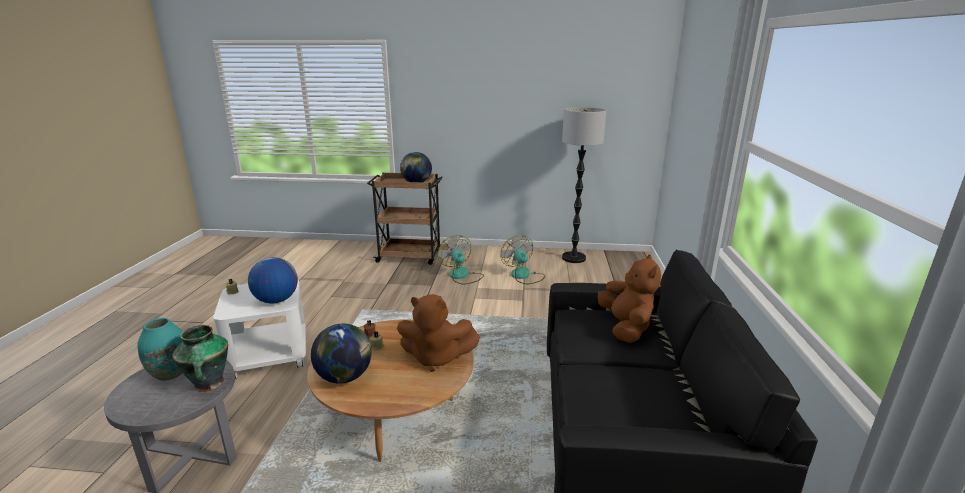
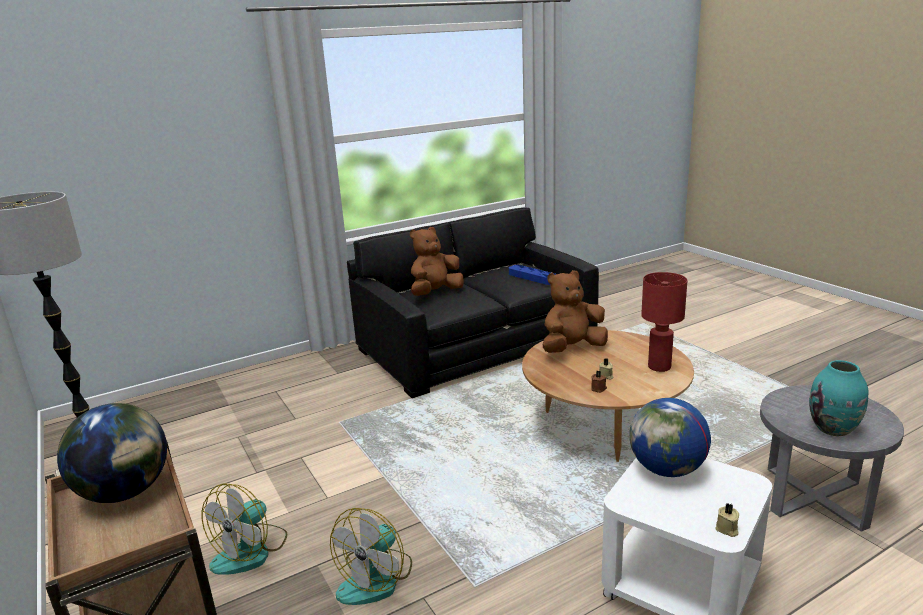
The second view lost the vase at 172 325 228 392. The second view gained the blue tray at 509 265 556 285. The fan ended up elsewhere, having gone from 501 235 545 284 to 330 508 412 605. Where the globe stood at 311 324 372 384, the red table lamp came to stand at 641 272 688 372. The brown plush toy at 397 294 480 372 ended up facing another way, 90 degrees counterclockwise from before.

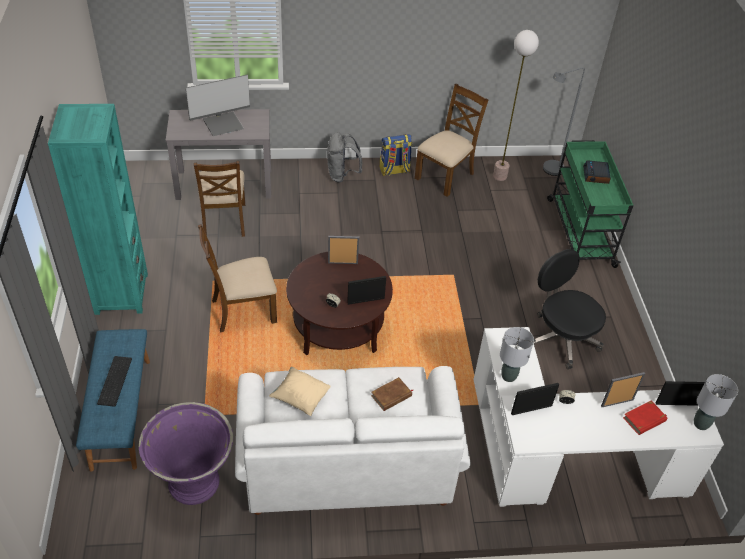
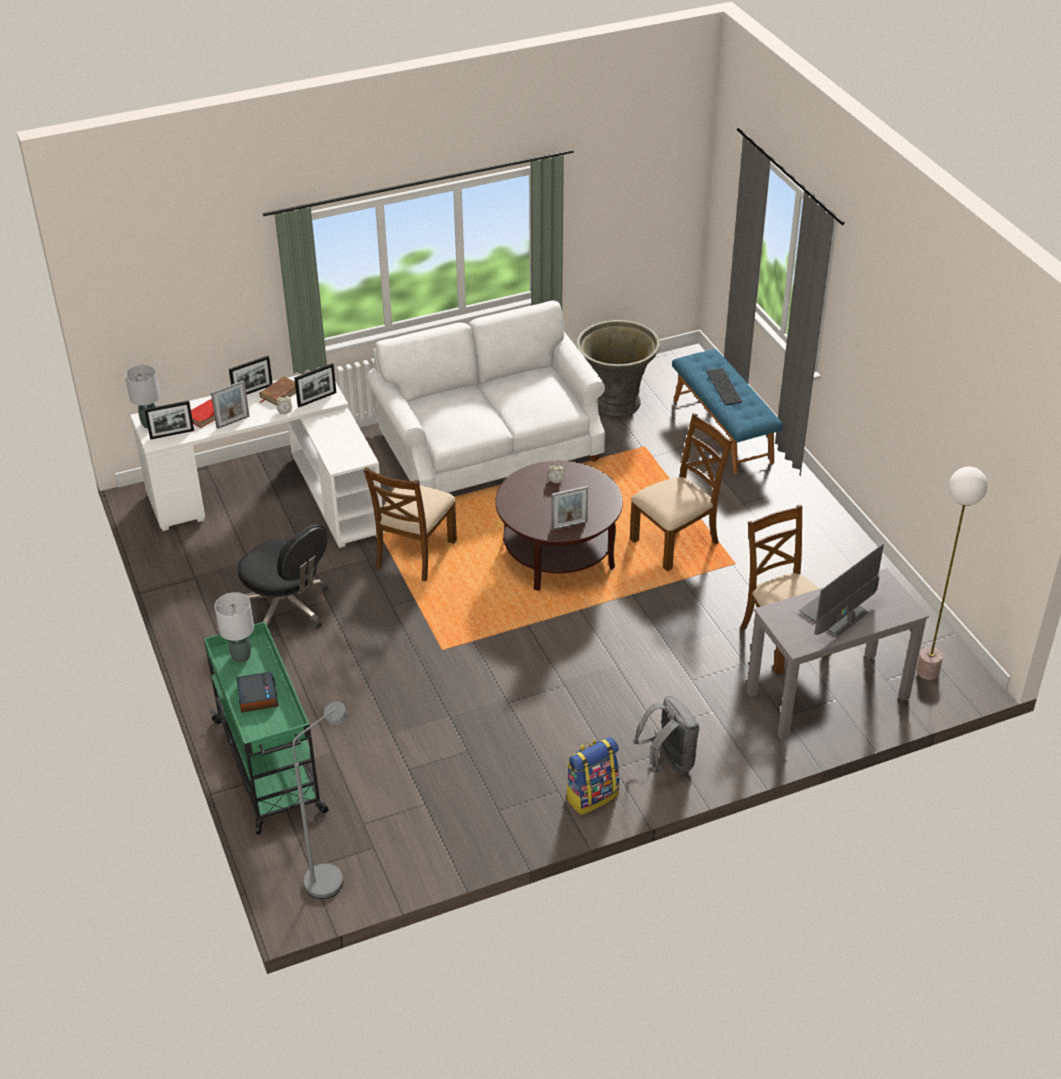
The second view lost the turquoise bookcase at 48 104 148 315. The second view lost the beige pillow at 269 367 331 416. The picture frame ended up elsewhere, having gone from 347 276 386 305 to 229 356 273 395. The brown book ended up elsewhere, having gone from 371 377 414 411 to 259 376 296 406. The brown chair ended up elsewhere, having gone from 415 84 489 197 to 364 467 457 582. The floor lamp ended up elsewhere, having gone from 493 30 539 181 to 916 467 988 680. The grey table lamp ended up elsewhere, having gone from 500 327 534 382 to 215 592 254 663. What was the purple planter at 139 402 233 505 turned into the grey planter at 577 320 660 416.

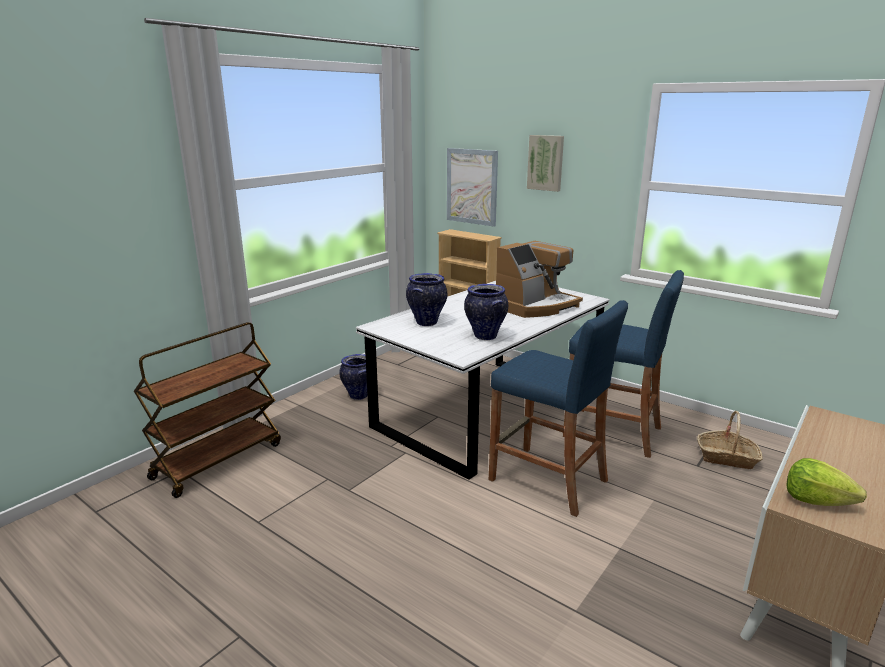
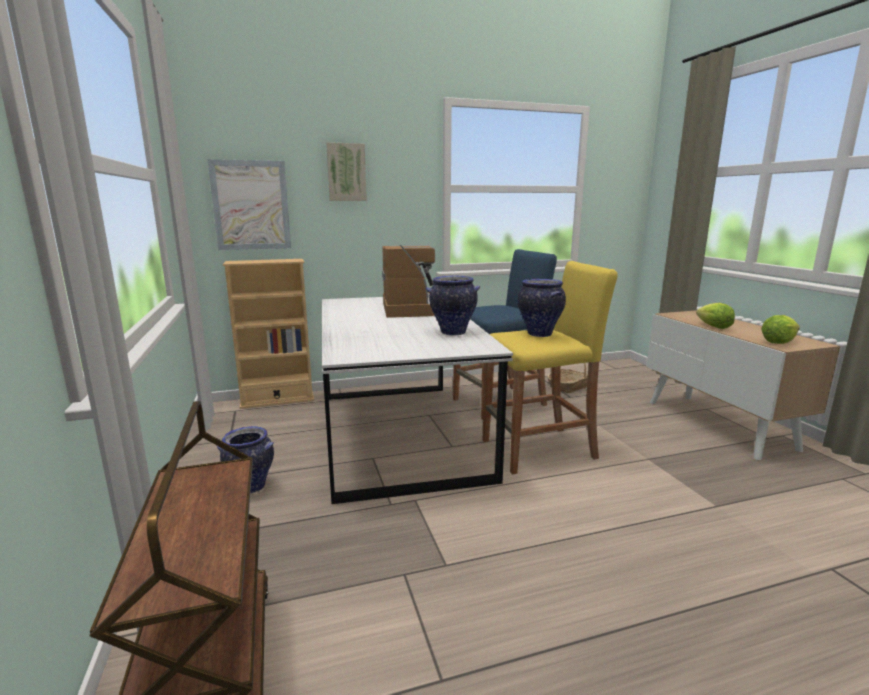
The second view gained the lettuce at 696 303 735 329. The vase ended up elsewhere, having gone from 406 273 448 326 to 518 279 566 337. What was the blue stool at 489 300 628 517 turned into the yellow stool at 483 261 617 474.

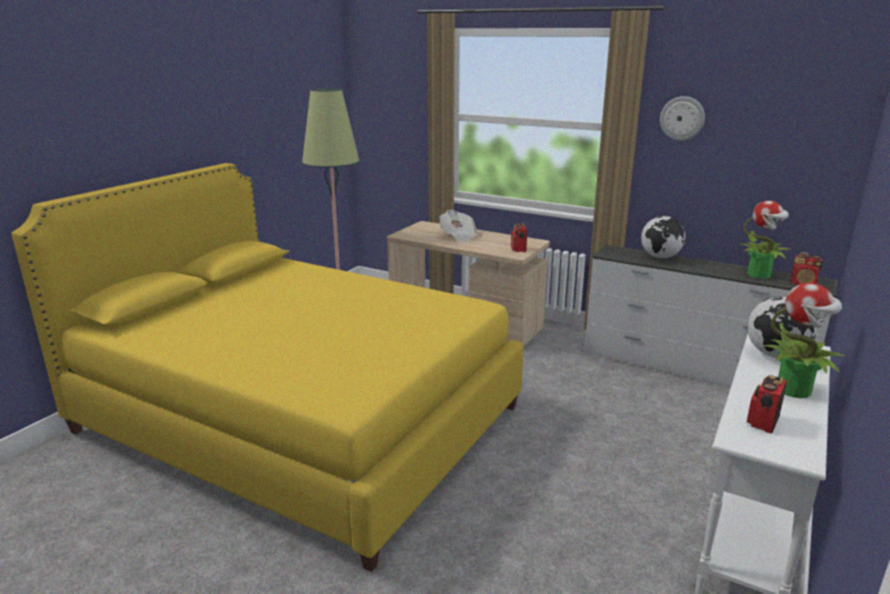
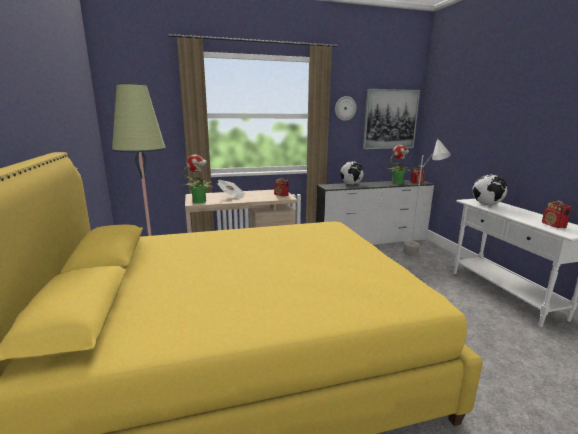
The second view gained the picture at 363 89 420 149. The second view gained the grey floor lamp at 403 138 451 256. The potted plant ended up elsewhere, having gone from 764 283 846 398 to 183 155 212 203.

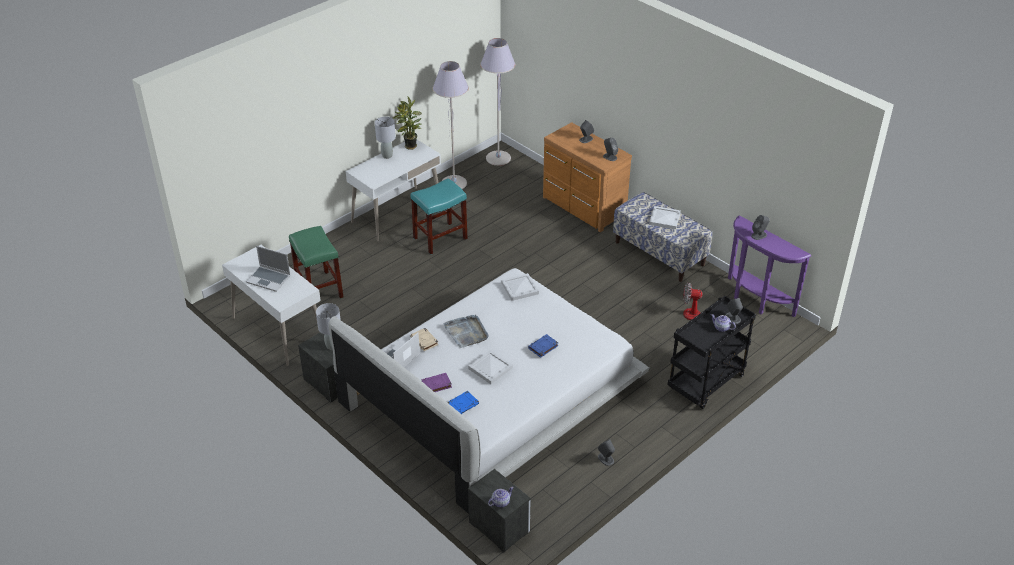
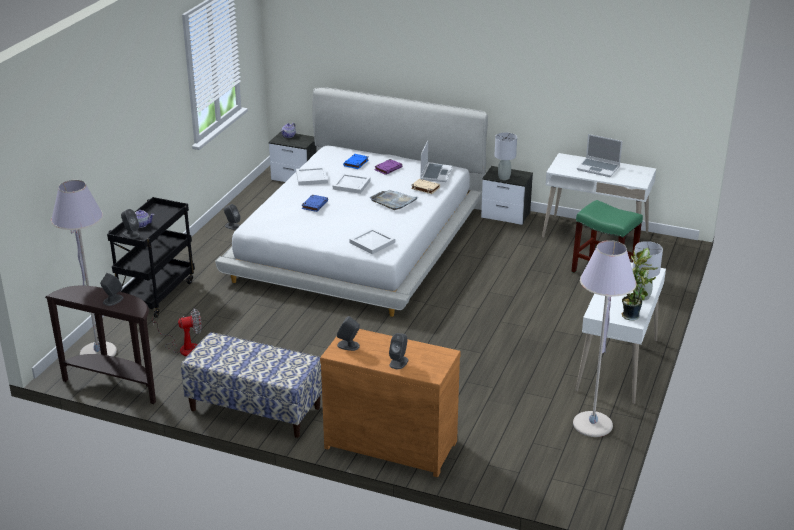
The second view lost the turquoise stool at 411 178 468 255. The grey floor lamp ended up elsewhere, having gone from 480 38 516 166 to 51 180 117 357. The white tray ended up elsewhere, having gone from 649 206 681 229 to 296 167 328 185. What was the purple console table at 728 215 811 317 turned into the brown console table at 45 286 156 404. The laptop at 246 246 291 292 ended up facing another way, 150 degrees counterclockwise from before.

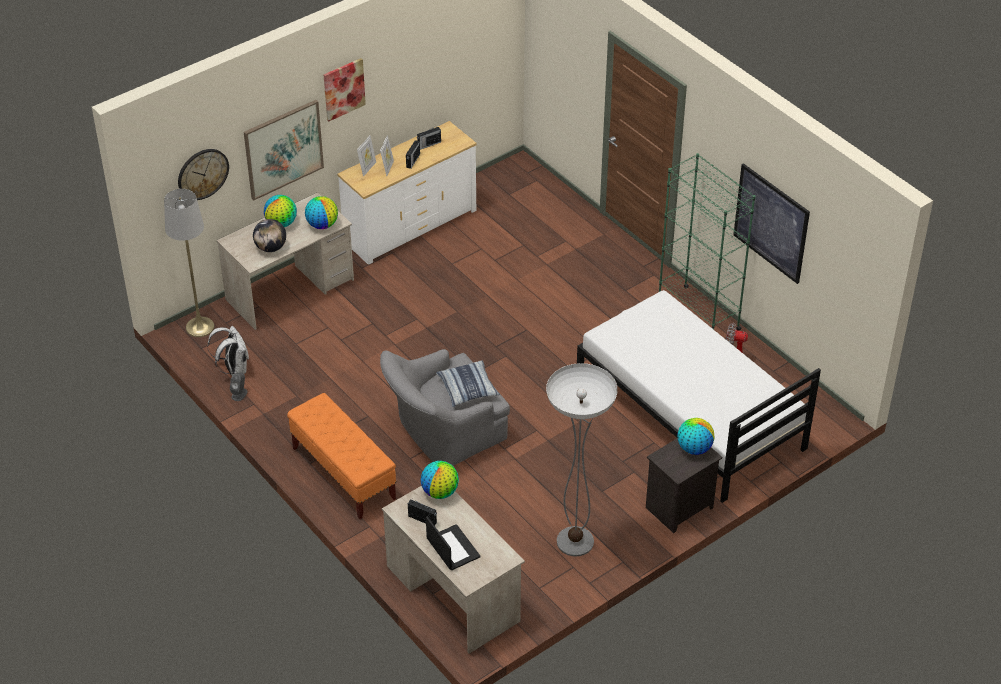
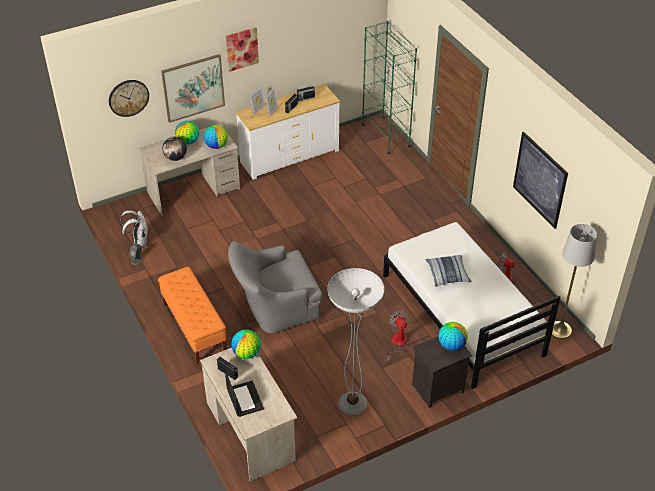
The second view gained the fan at 385 311 408 363. The grey floor lamp ended up elsewhere, having gone from 164 189 214 337 to 552 224 597 339. The pillow ended up elsewhere, having gone from 436 360 500 407 to 426 255 472 287. The green bookcase ended up elsewhere, having gone from 659 153 756 331 to 362 21 417 155.

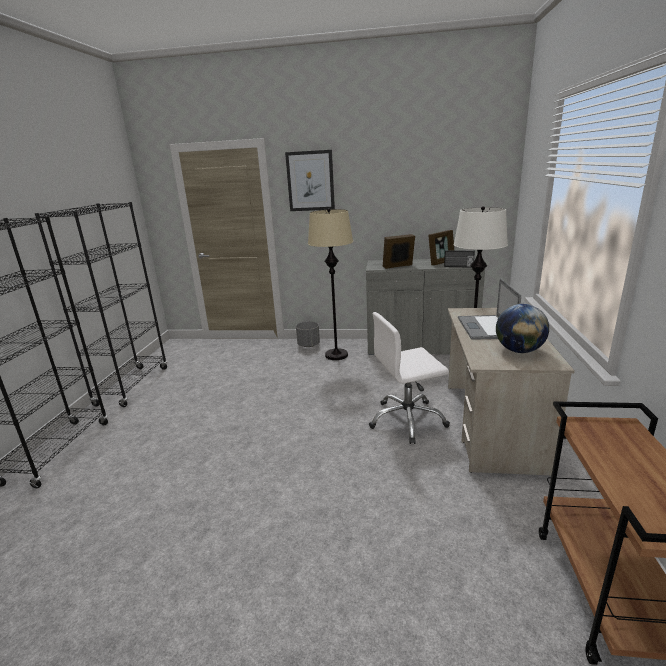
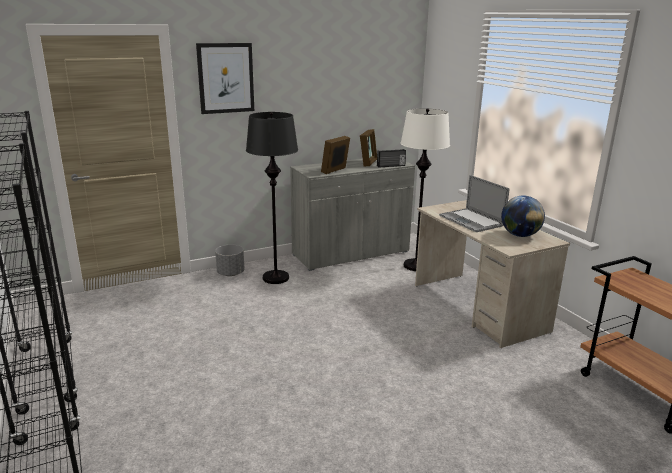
The second view lost the white office chair at 369 312 450 444. What was the beige floor lamp at 308 209 353 360 turned into the black floor lamp at 246 112 298 284.

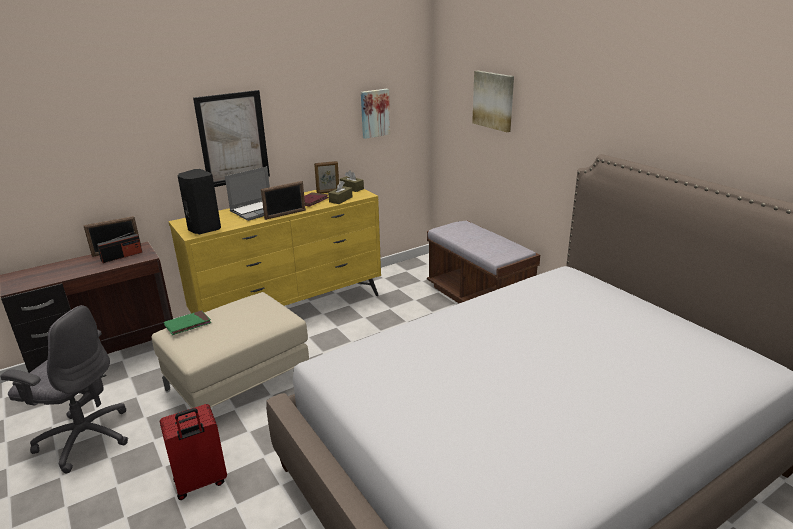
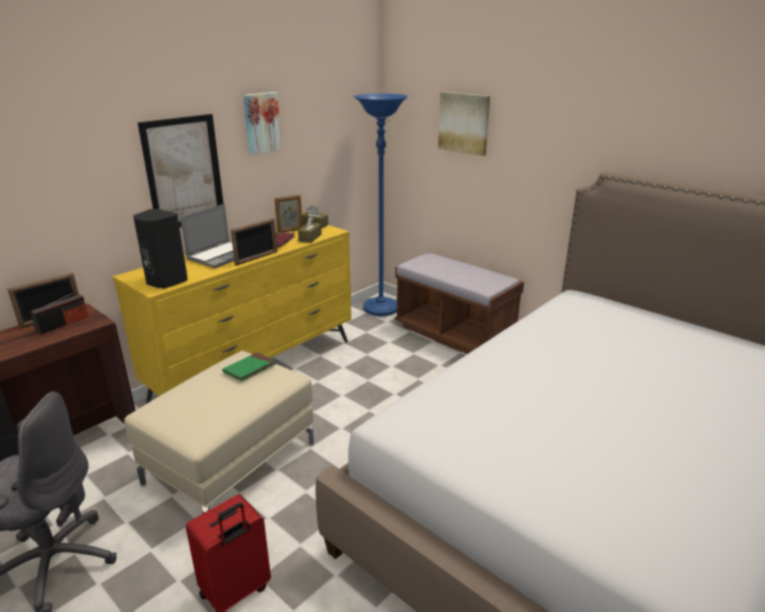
The second view gained the blue floor lamp at 354 93 408 316. The green book ended up elsewhere, having gone from 164 310 211 335 to 222 352 276 382. The picture ended up elsewhere, having gone from 361 89 390 139 to 243 92 282 155.

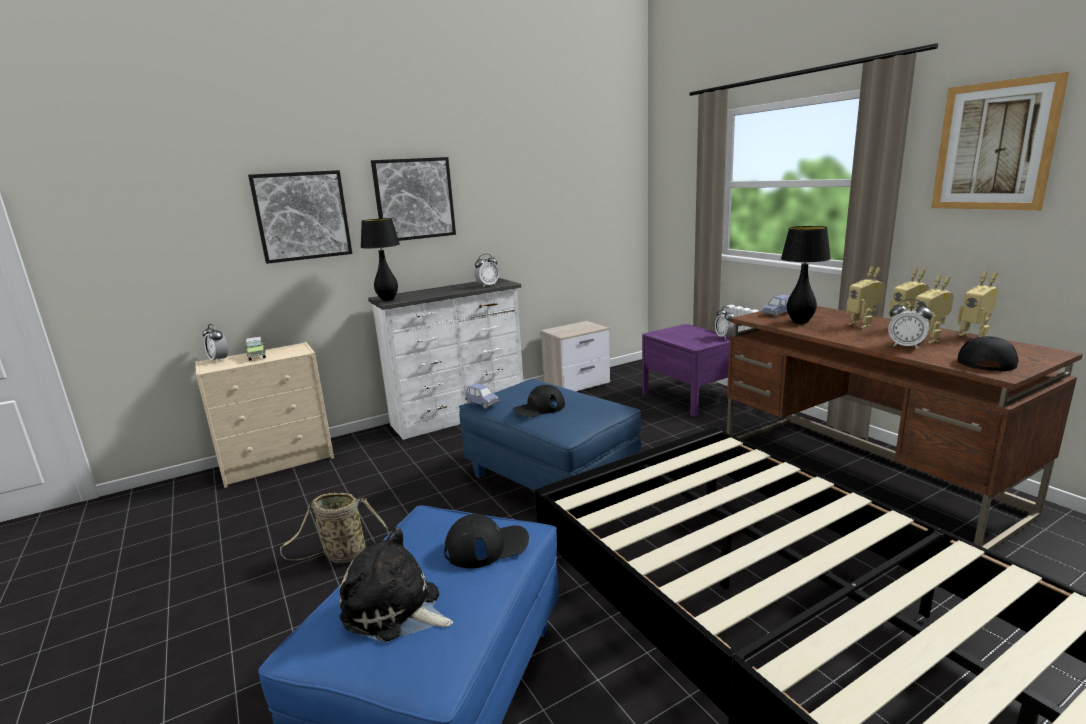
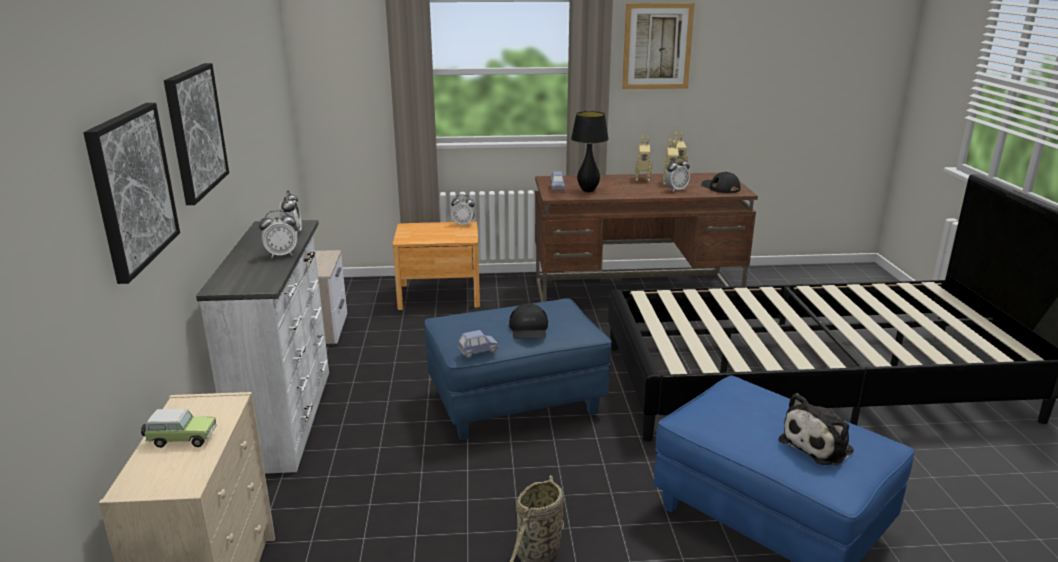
The second view lost the black table lamp at 361 218 400 301. The second view lost the black cap at 444 514 529 568. The second view lost the toy robot at 846 266 885 328. The alarm clock ended up elsewhere, having gone from 203 324 228 363 to 259 210 297 258. What was the purple nightstand at 642 324 738 417 turned into the brown nightstand at 393 222 480 310.

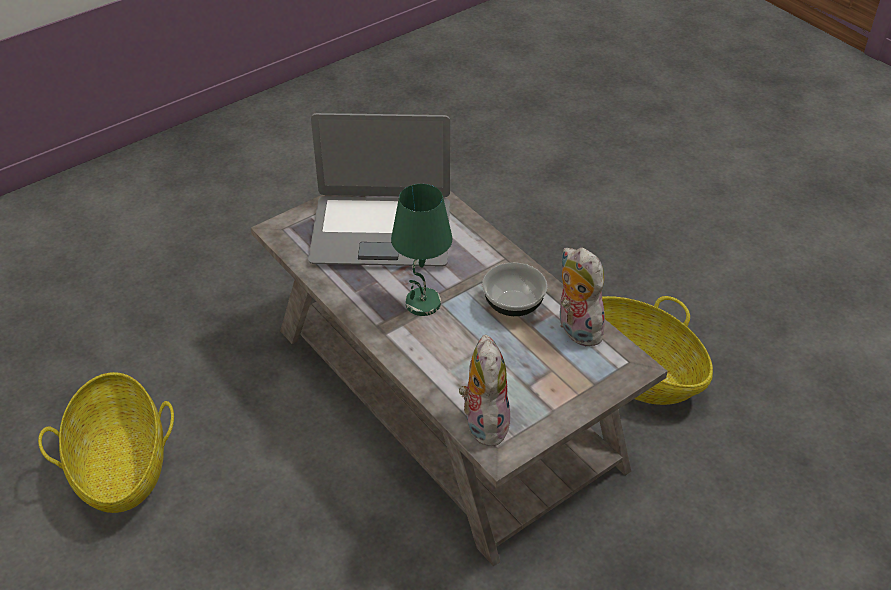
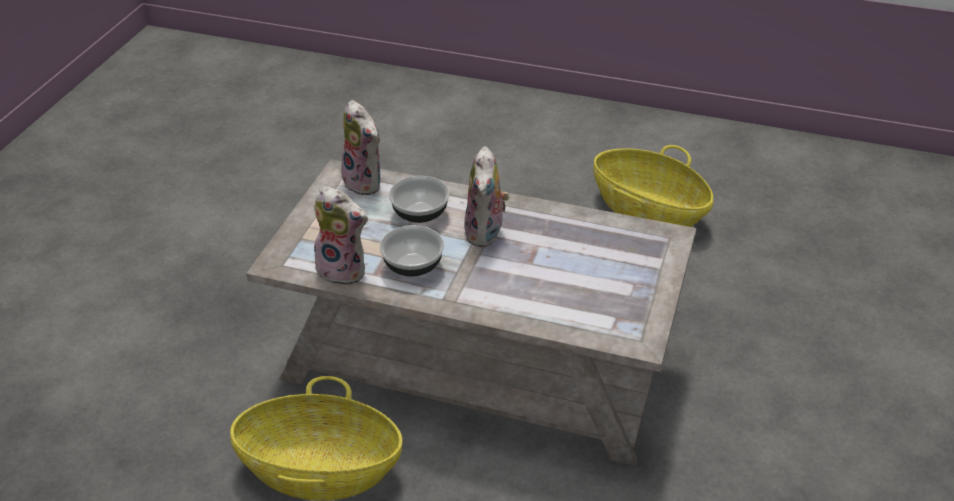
The second view lost the laptop at 308 113 450 266. The second view gained the bowl at 389 176 450 223. Where the green table lamp stood at 391 184 452 316, the plush toy came to stand at 464 146 510 247.

